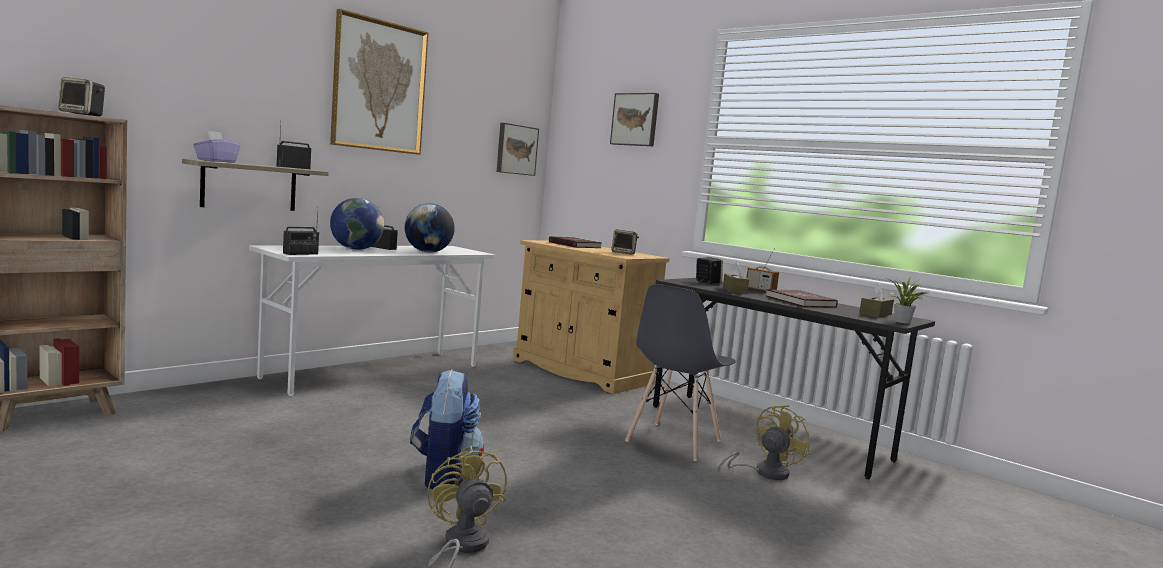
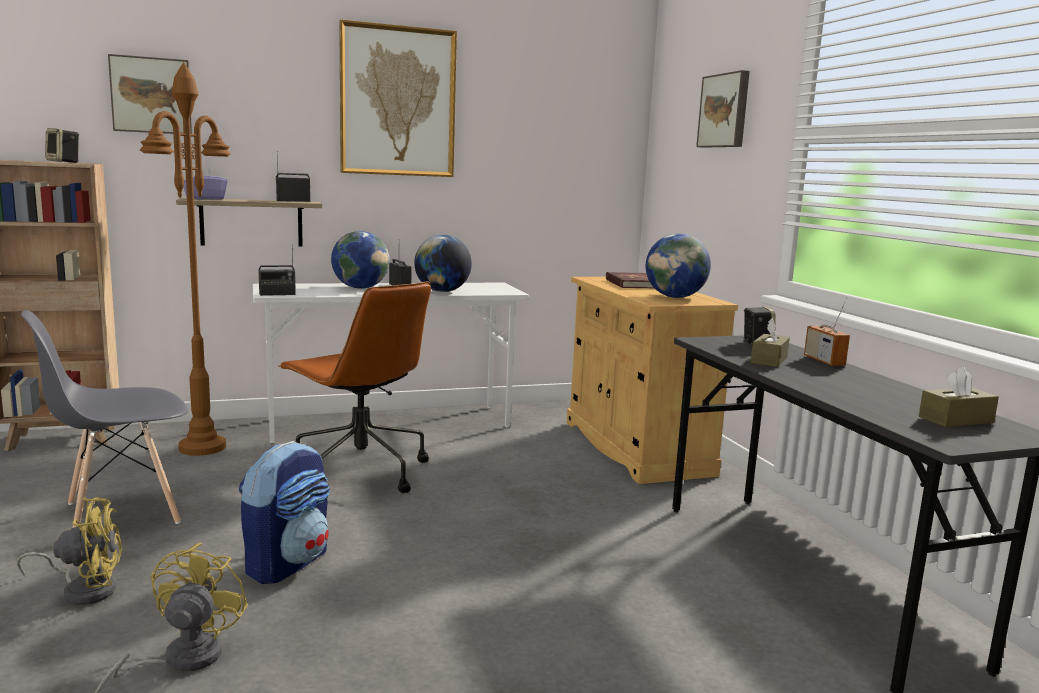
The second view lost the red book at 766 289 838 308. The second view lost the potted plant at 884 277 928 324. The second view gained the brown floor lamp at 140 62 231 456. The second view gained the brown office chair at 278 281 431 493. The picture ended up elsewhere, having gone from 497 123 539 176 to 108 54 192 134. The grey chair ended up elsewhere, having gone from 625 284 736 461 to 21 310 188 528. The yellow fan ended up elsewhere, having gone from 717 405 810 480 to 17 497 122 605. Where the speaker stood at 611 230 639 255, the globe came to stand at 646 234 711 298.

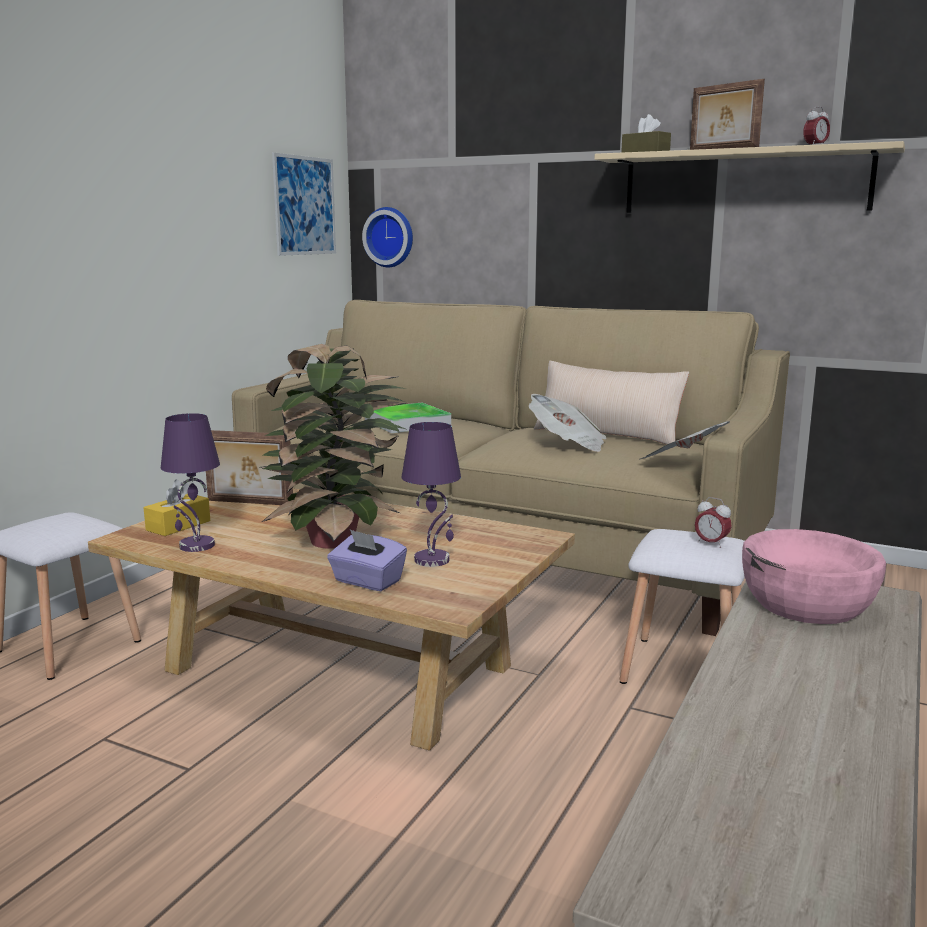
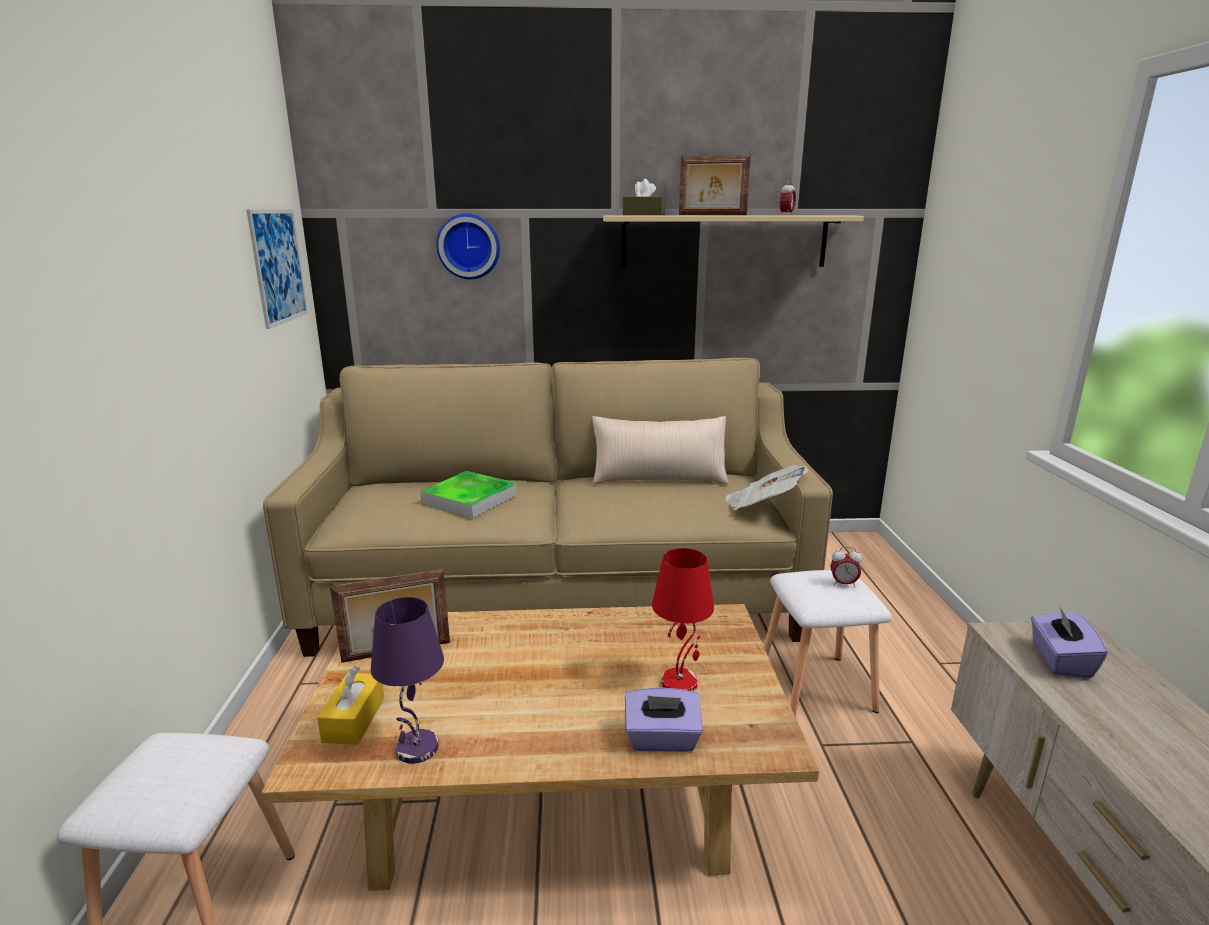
The second view lost the potted plant at 260 344 406 549. The second view lost the newspaper at 528 394 606 452. The wall clock ended up elsewhere, having gone from 362 207 413 267 to 436 214 500 279. Where the pink bowl stood at 742 529 886 624, the purple tissue box came to stand at 1031 607 1108 679. What was the purple table lamp at 402 422 461 567 turned into the red table lamp at 652 548 714 692.

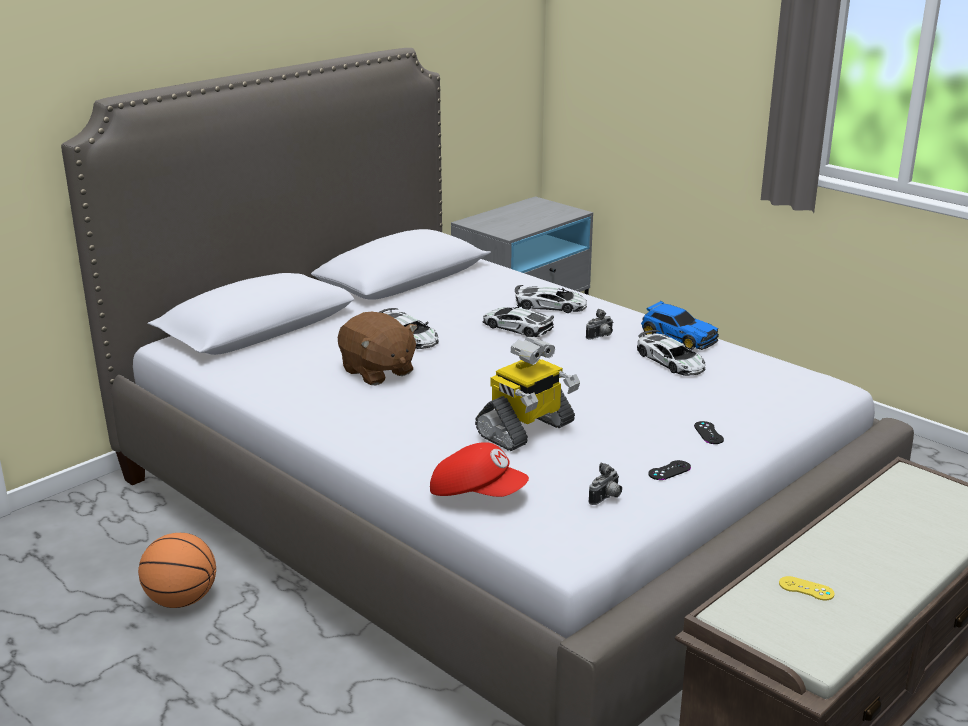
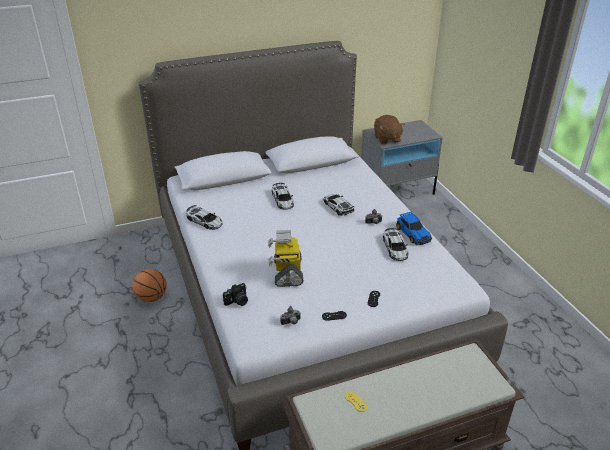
The brown plush toy ended up elsewhere, having gone from 338 312 418 385 to 374 115 405 144. The toy car ended up elsewhere, having gone from 515 285 587 313 to 186 205 223 230. Where the red cap stood at 430 442 529 497, the photo camera came to stand at 223 283 248 306. The toy robot at 475 337 580 451 ended up facing another way, 105 degrees clockwise from before.

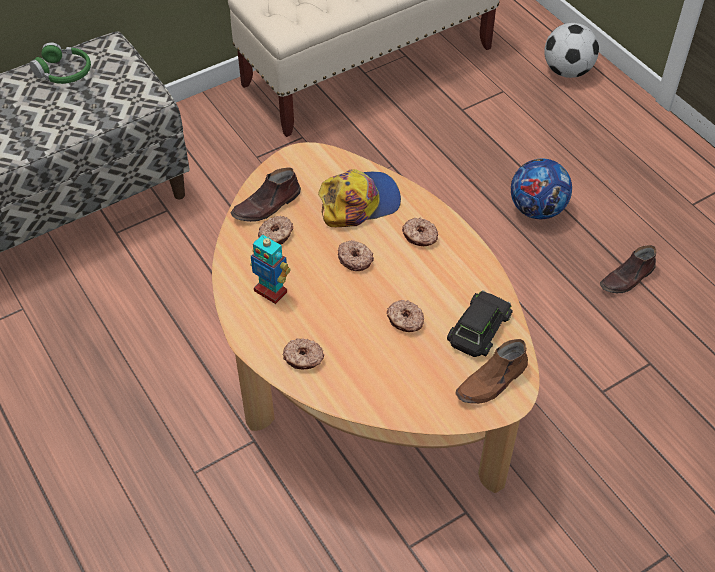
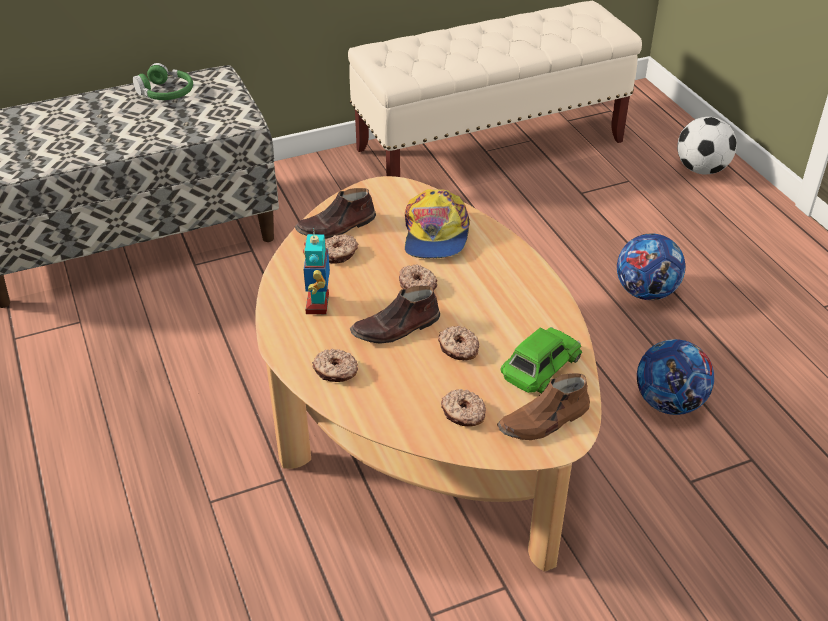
The second view gained the football at 637 339 714 415. The donut ended up elsewhere, having gone from 402 218 438 246 to 441 389 486 427. The brown shoe ended up elsewhere, having gone from 600 245 656 293 to 350 286 440 344. What was the black toy car at 447 290 513 357 turned into the green toy car at 501 327 582 393. The toy robot at 250 234 290 304 ended up facing another way, 45 degrees clockwise from before. The cap at 318 169 401 227 ended up facing another way, 105 degrees clockwise from before.

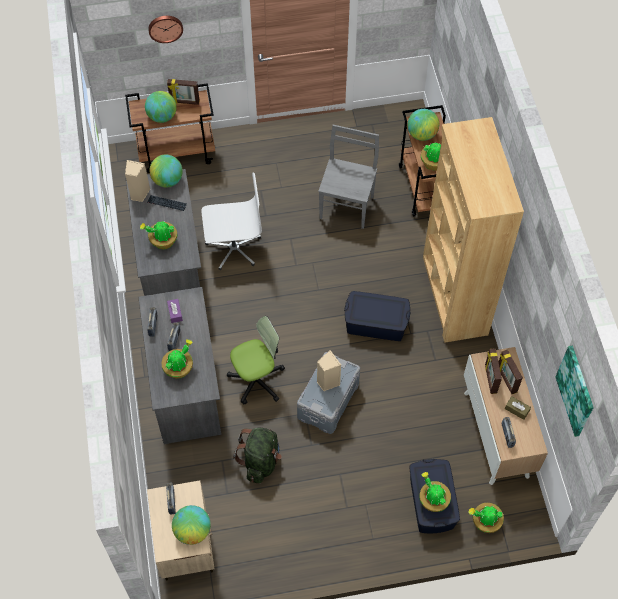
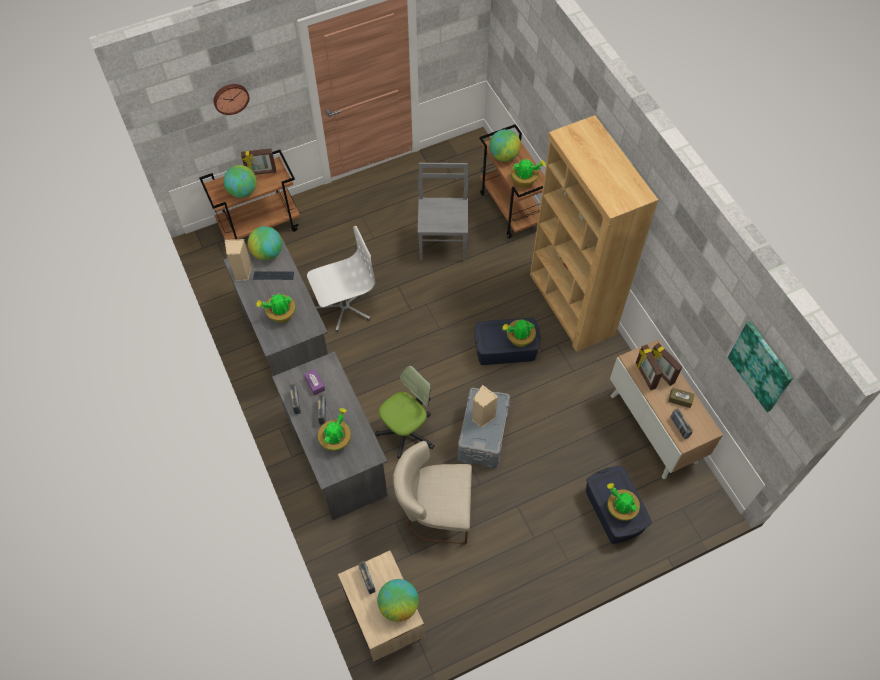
The potted plant ended up elsewhere, having gone from 469 503 504 533 to 503 319 536 347. Where the green backpack stood at 233 427 282 483, the beige chair came to stand at 393 441 472 544.

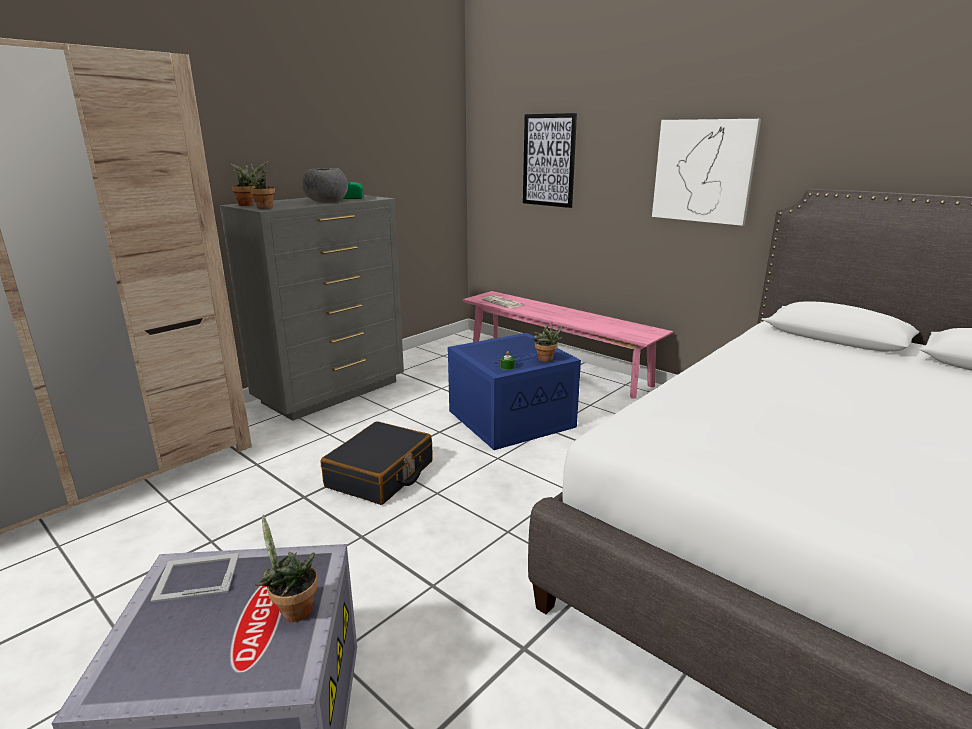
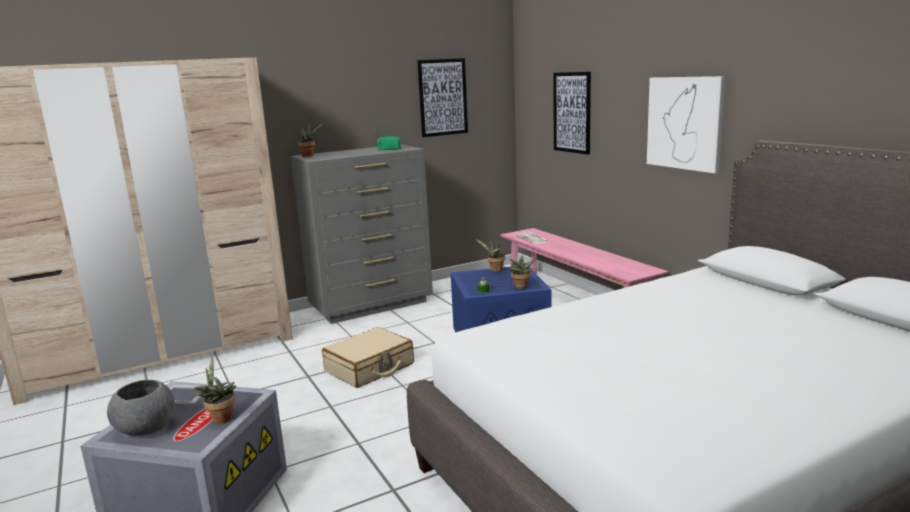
The second view gained the picture at 417 58 468 137. The potted plant ended up elsewhere, having gone from 230 163 275 209 to 476 239 505 272. The grey bowl ended up elsewhere, having gone from 302 168 348 203 to 107 380 175 436. What was the black suitcase at 321 421 433 505 turned into the beige suitcase at 322 327 414 388.

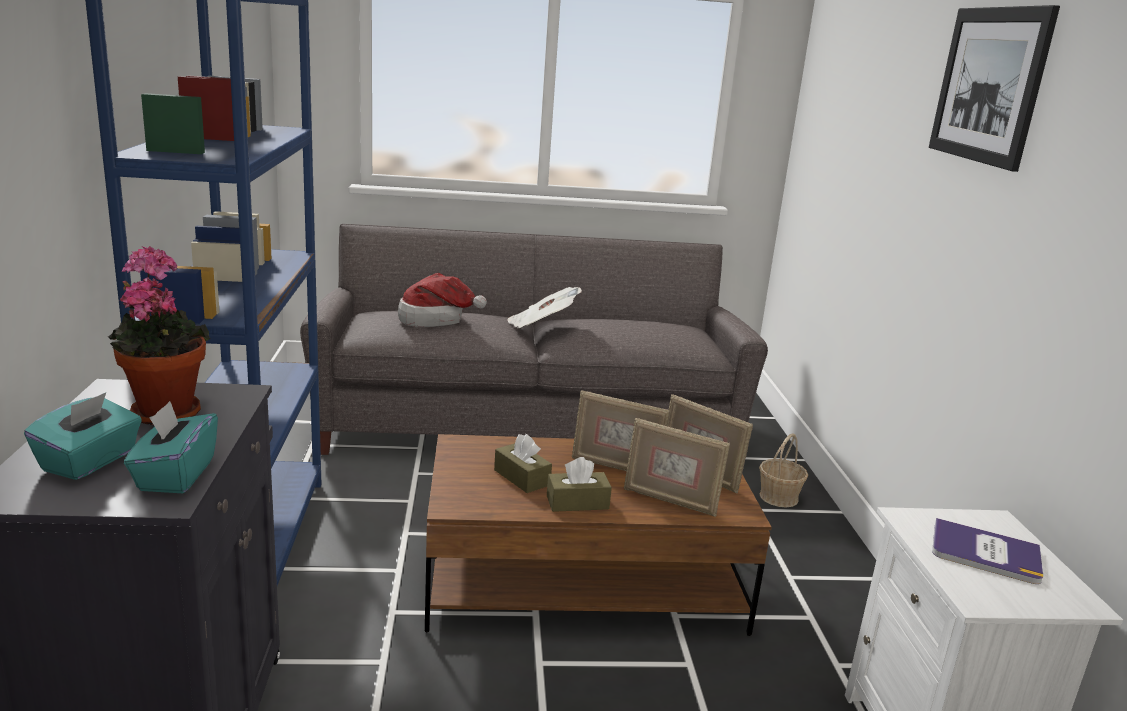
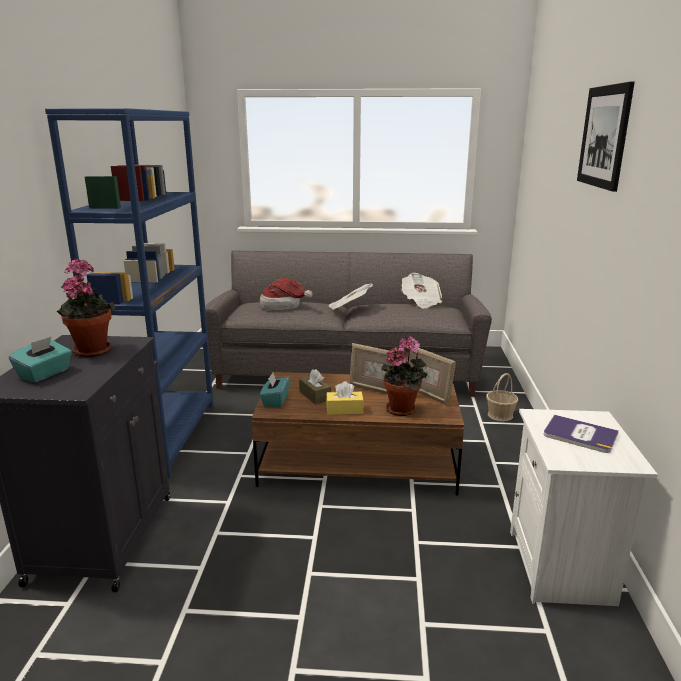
The second view gained the newspaper at 401 273 442 308. The turquoise tissue box ended up elsewhere, having gone from 124 401 218 493 to 260 373 290 408. Where the picture frame stood at 624 418 730 517, the potted plant came to stand at 381 336 427 416. What was the brown tissue box at 547 457 612 512 turned into the yellow tissue box at 326 381 364 415.

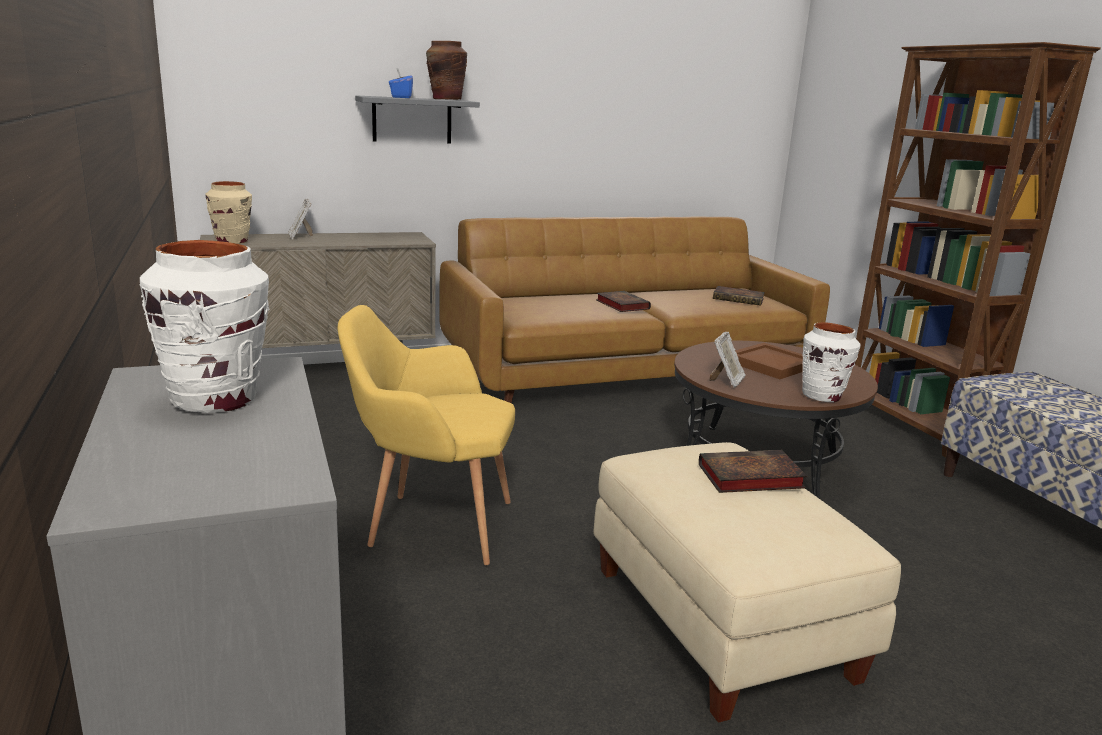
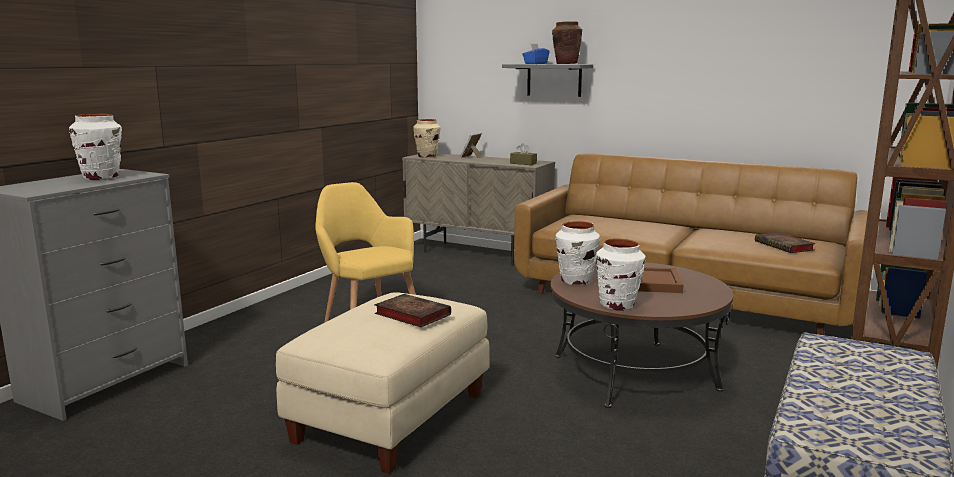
The second view lost the book at 597 291 651 312. The second view gained the brown tissue box at 510 143 537 165. Where the picture frame stood at 709 332 745 388, the white vase came to stand at 555 221 600 286.

